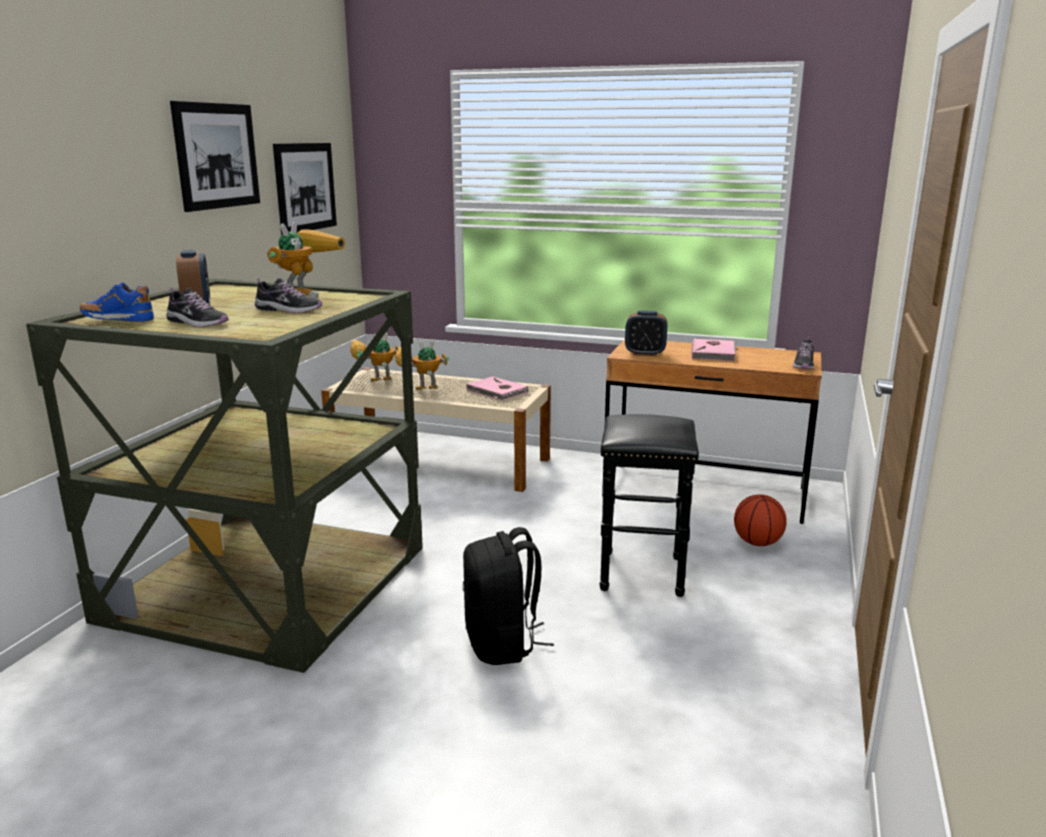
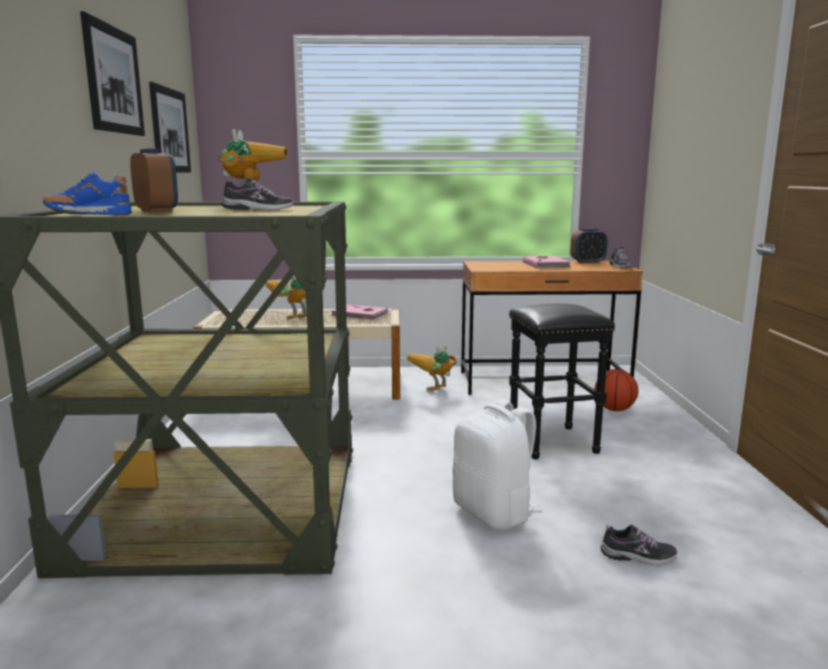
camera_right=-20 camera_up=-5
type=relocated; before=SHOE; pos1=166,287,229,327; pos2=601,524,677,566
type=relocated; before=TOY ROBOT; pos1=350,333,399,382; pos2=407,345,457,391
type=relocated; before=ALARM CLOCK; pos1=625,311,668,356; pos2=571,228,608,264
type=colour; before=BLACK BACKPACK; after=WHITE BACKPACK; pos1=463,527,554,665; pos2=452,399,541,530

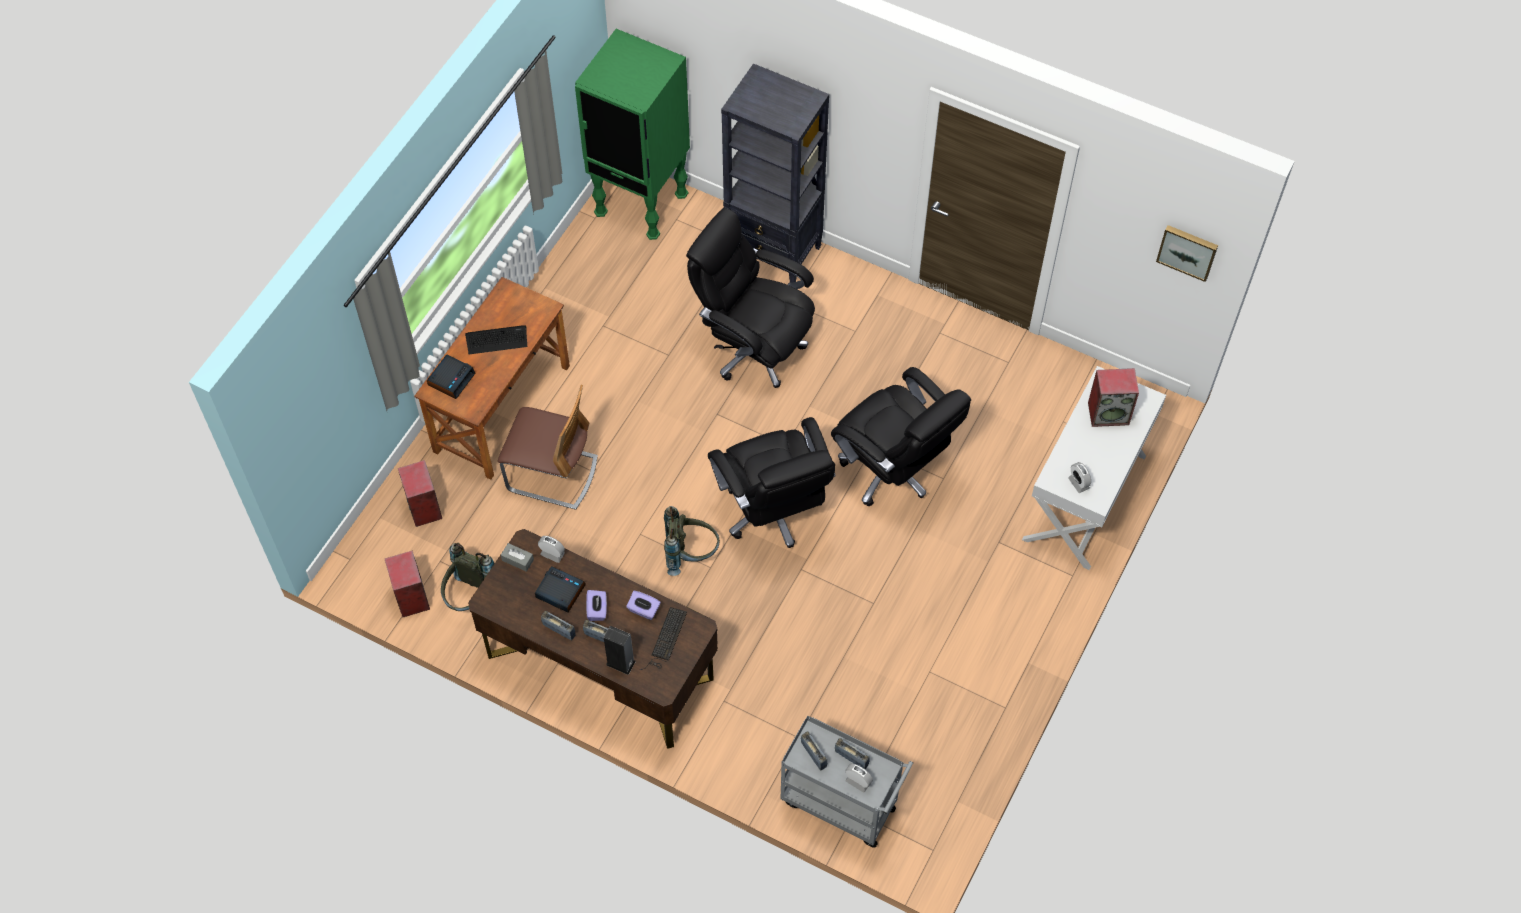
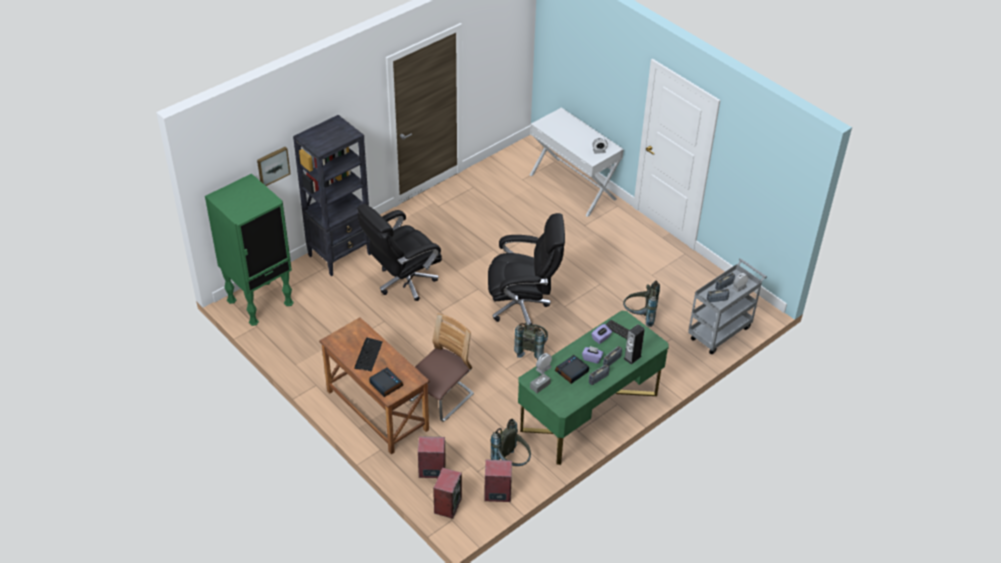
camera_right=-70 camera_up=-15
type=missing; before=BLACK OFFICE CHAIR; pos1=831,367,971,506
type=appeared; after=GREY BACKPACK; pos2=623,280,660,327
type=relocated; before=SPEAKER; pos1=1088,368,1139,427; pos2=433,467,462,519
type=relocated; before=PICTURE; pos1=1156,225,1218,282; pos2=257,147,291,186
type=colour; before=BROWN DESK; after=GREEN DESK; pos1=468,529,718,749; pos2=518,310,669,465

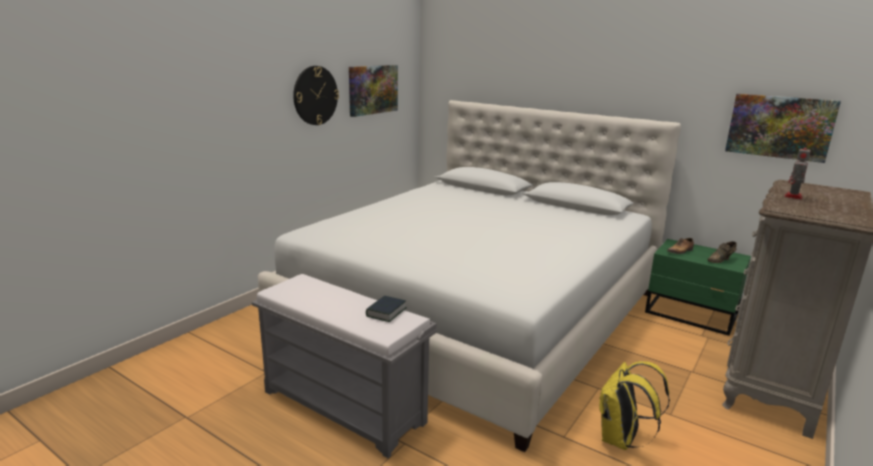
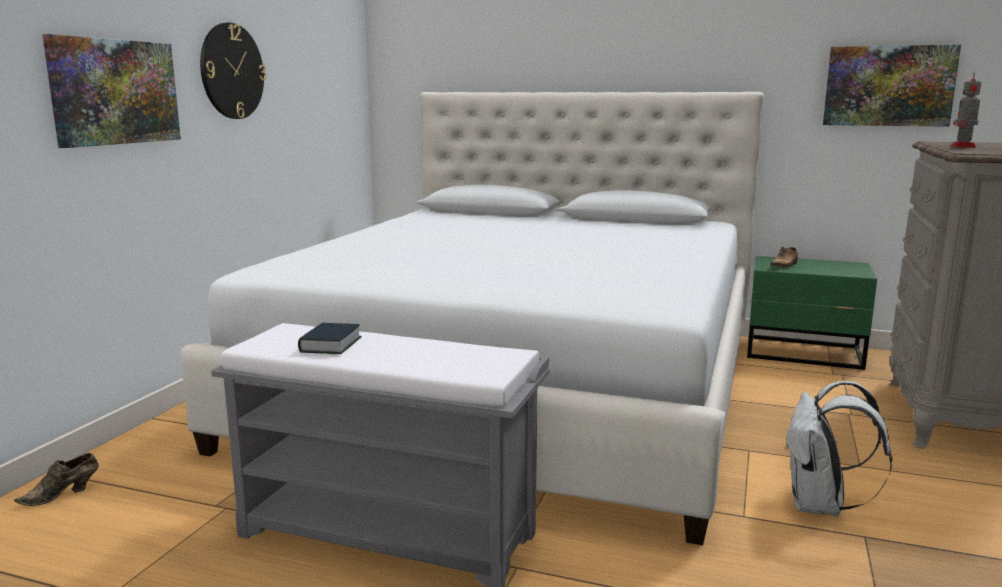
camera_right=-15 camera_up=-5
type=relocated; before=PICTURE; pos1=349,65,398,117; pos2=42,34,181,148
type=relocated; before=BOOK; pos1=366,296,406,322; pos2=298,323,362,354
type=relocated; before=BROWN SHOE; pos1=708,241,737,263; pos2=14,453,99,506
type=colour; before=YELLOW BACKPACK; after=WHITE BACKPACK; pos1=599,361,670,450; pos2=785,381,893,516

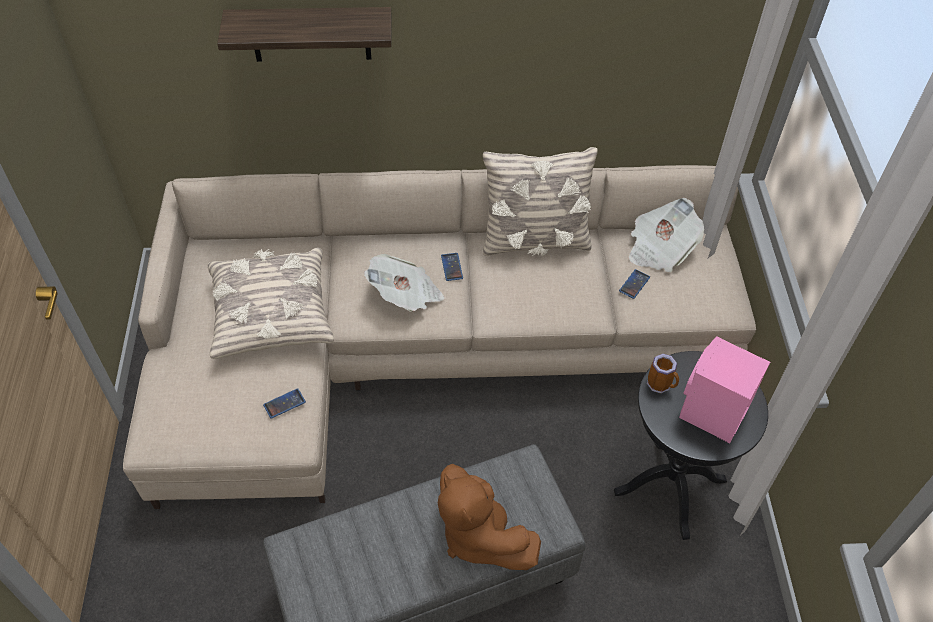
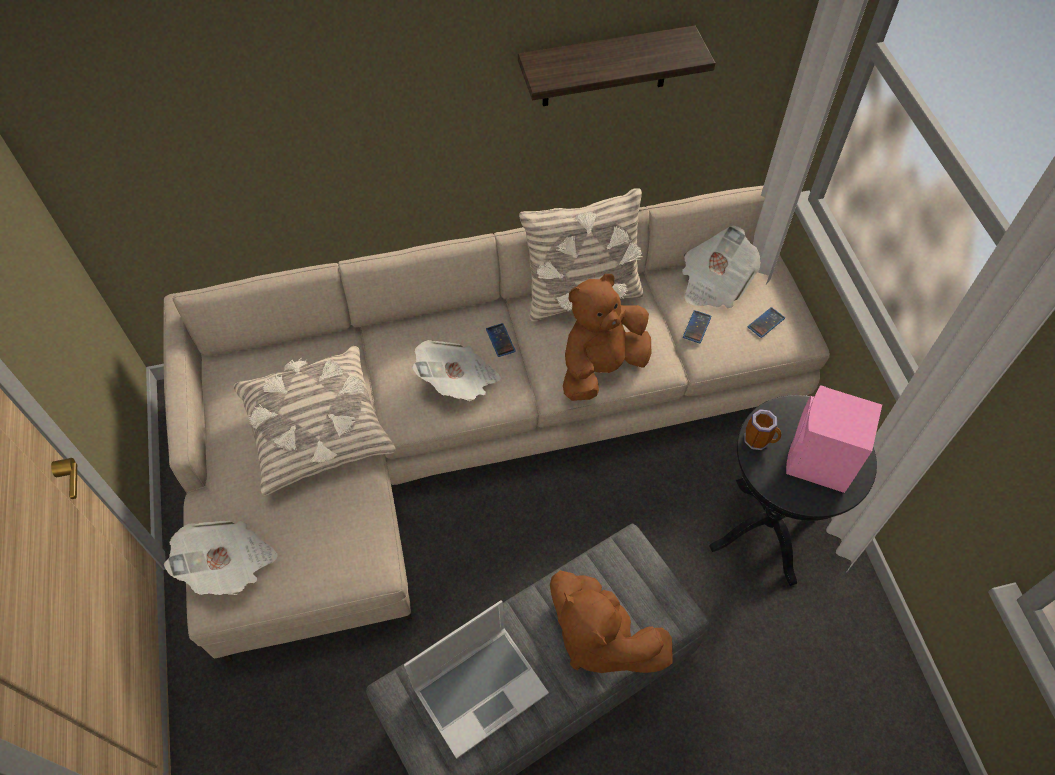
camera_right=-10 camera_up=5
type=appeared; after=NEWSPAPER; pos2=164,521,278,595
type=appeared; after=LAPTOP; pos2=404,600,549,759
type=appeared; after=BROWN PLUSH TOY; pos2=563,274,651,401
type=relocated; before=SHELF; pos1=217,7,391,62; pos2=518,25,715,106
type=relocated; before=PHONE; pos1=263,388,306,419; pos2=748,307,785,338

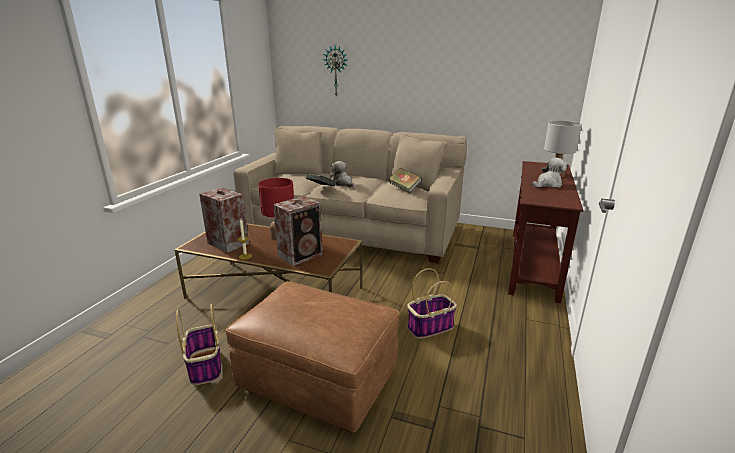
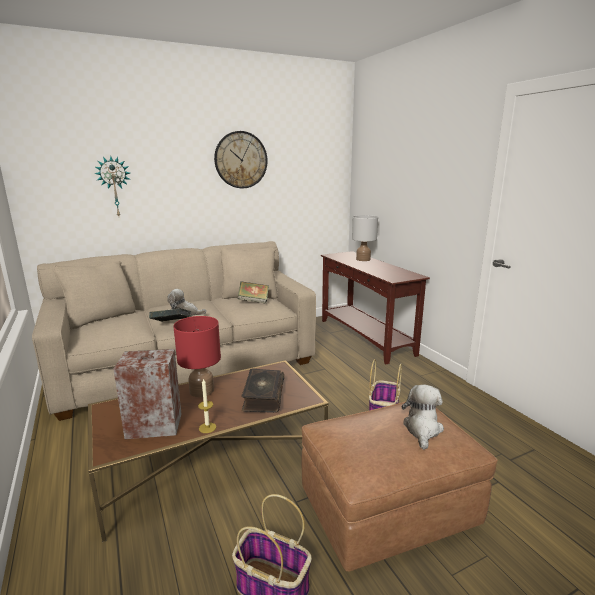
camera_right=-45 camera_up=-5
type=appeared; after=WALL CLOCK; pos2=214,131,268,189
type=relocated; before=PLUSH TOY; pos1=533,158,567,188; pos2=402,384,444,450
type=exchanged; before=SPEAKER; after=BOOK; pos1=273,196,323,266; pos2=241,368,284,413

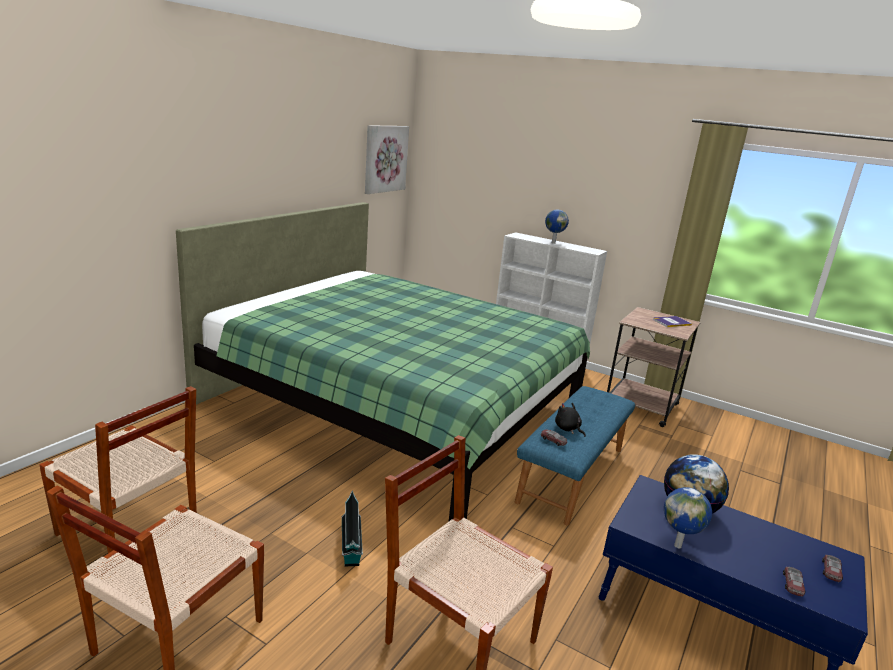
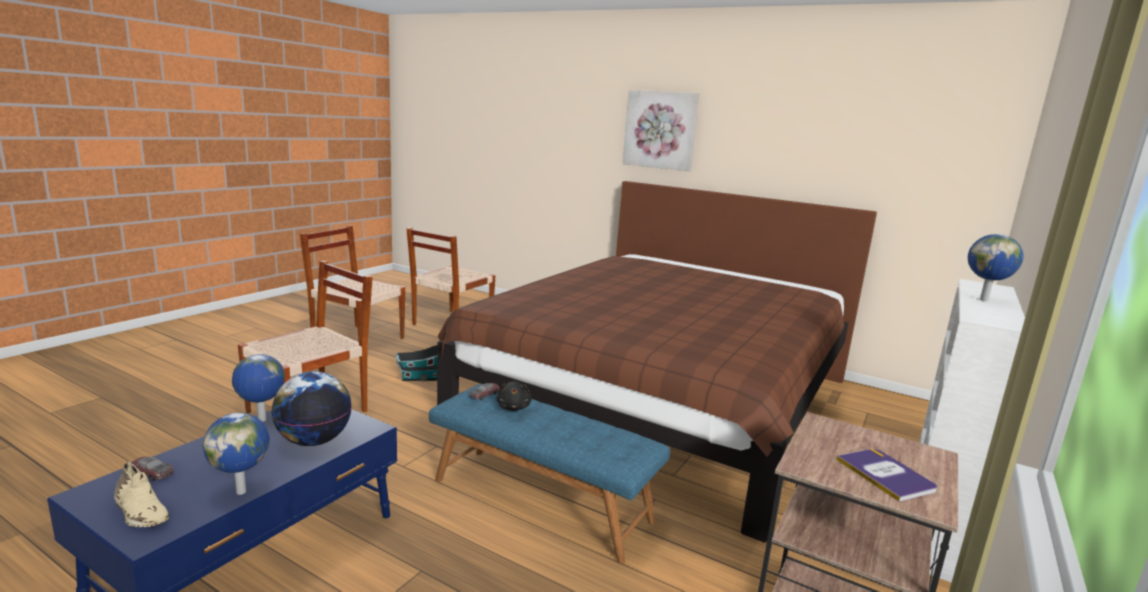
camera_right=90 camera_up=-5
type=appeared; after=GLOBE; pos2=203,412,269,495
type=relocated; before=PICTURE; pos1=365,125,409,194; pos2=622,90,700,171
type=exchanged; before=TOY CAR; after=BEIGE SHOE; pos1=822,555,843,582; pos2=114,462,169,527
type=colour; before=GREEN BED; after=BROWN BED; pos1=176,202,590,521; pos2=437,181,877,543
type=spun; before=BLACK PLUSH TOY; pos1=555,403,586,437; pos2=496,382,532,411; turn=120

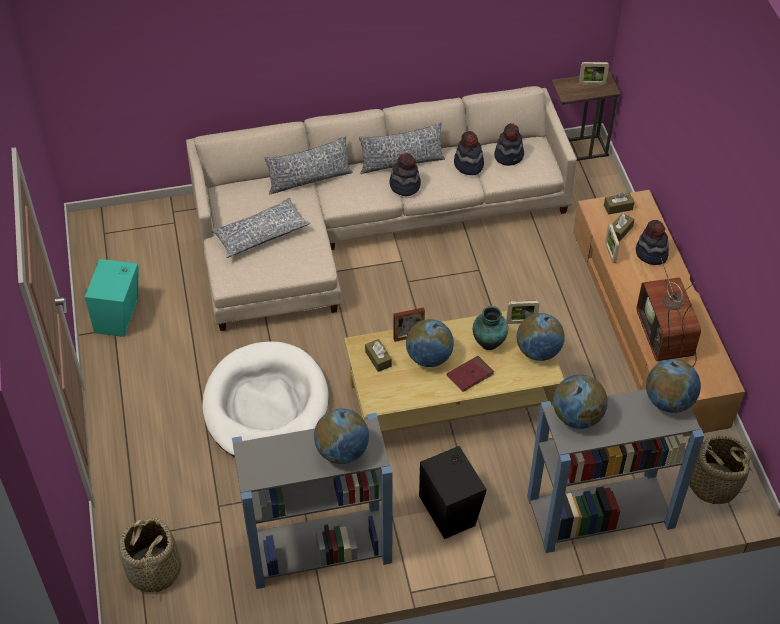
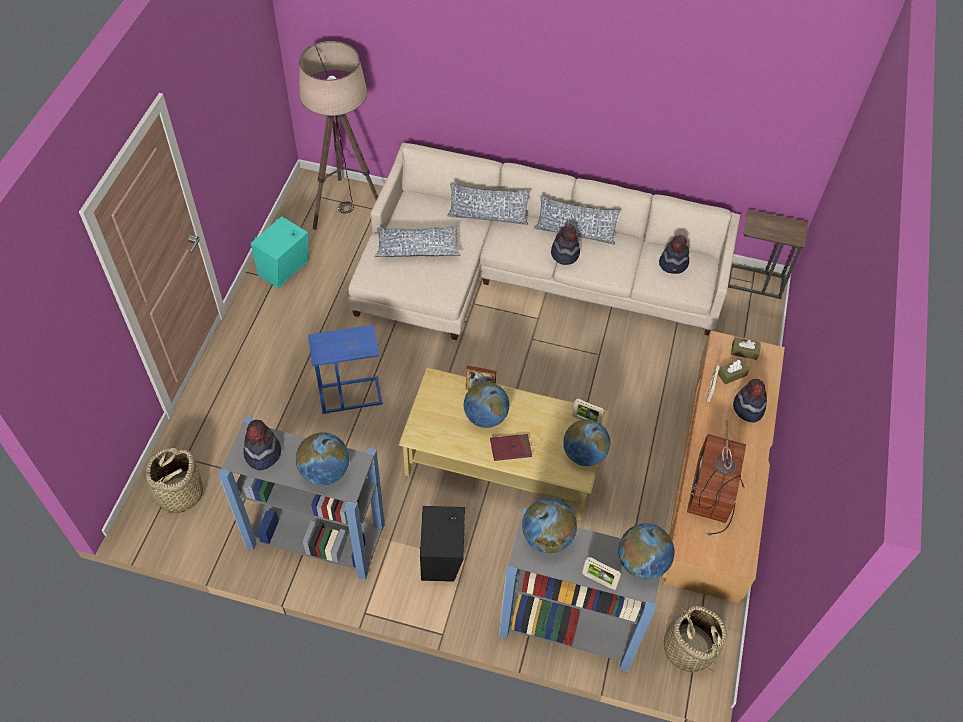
camera_right=25 camera_up=5
type=missing; before=BROWN TISSUE BOX; pos1=365,339,392,372
type=missing; before=VASE; pos1=473,306,508,350
type=appeared; after=FLOOR LAMP; pos2=299,41,378,230
type=relocated; before=HAT; pos1=454,131,484,175; pos2=243,420,281,470
type=relocated; before=PICTURE FRAME; pos1=579,62,609,85; pos2=582,557,621,590
type=exchanged; before=WHITE DOG BED; after=BLUE SIDE TABLE; pos1=202,341,329,457; pos2=308,325,383,414

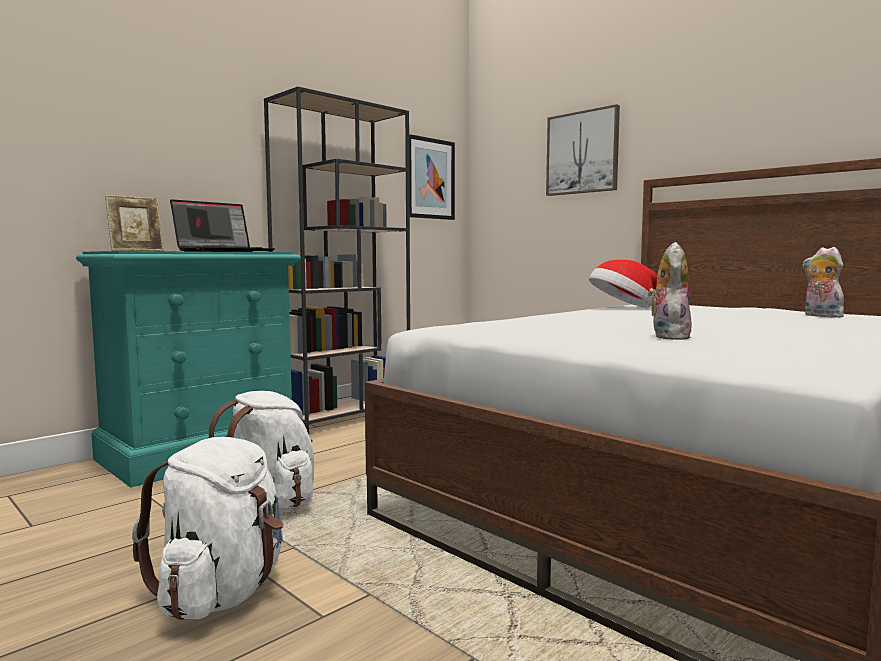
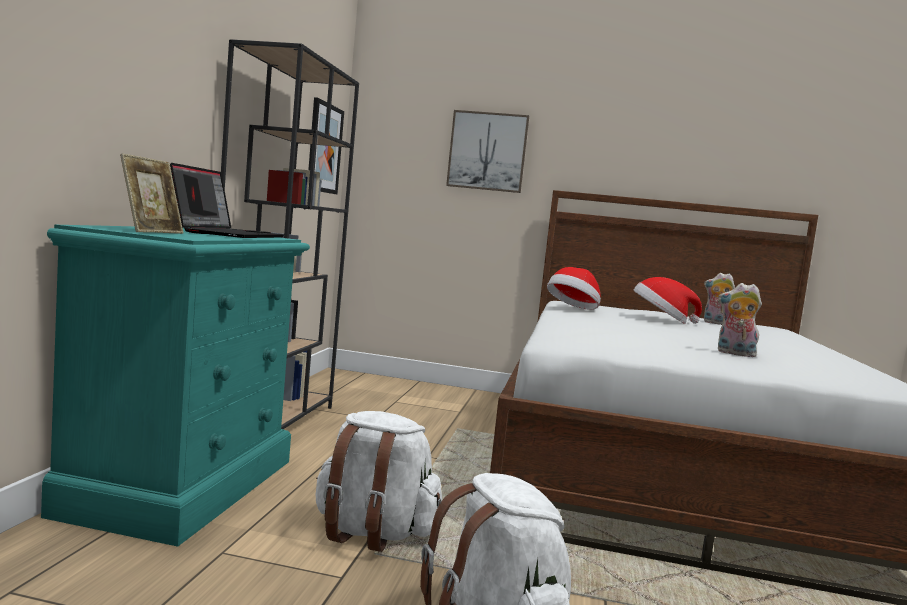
camera_right=-35 camera_up=0
type=appeared; after=HAT; pos2=634,277,702,324
type=spun; before=PLUSH TOY; pos1=648,242,692,340; pos2=718,283,762,357; turn=-45

